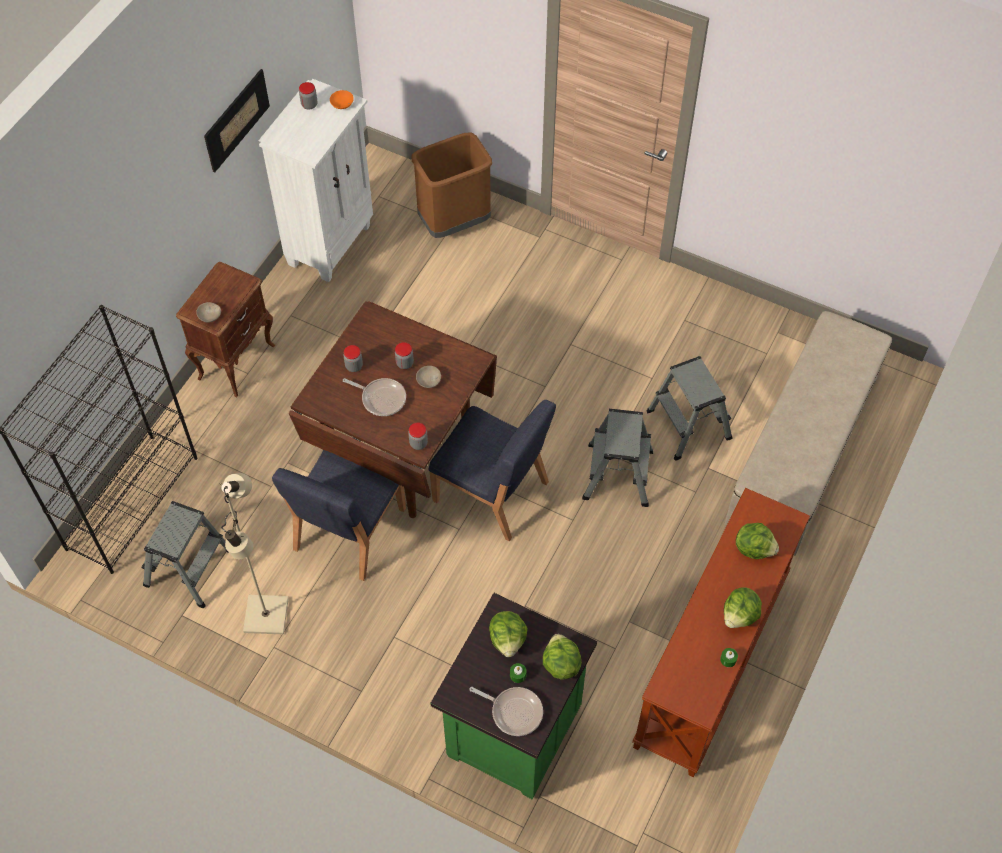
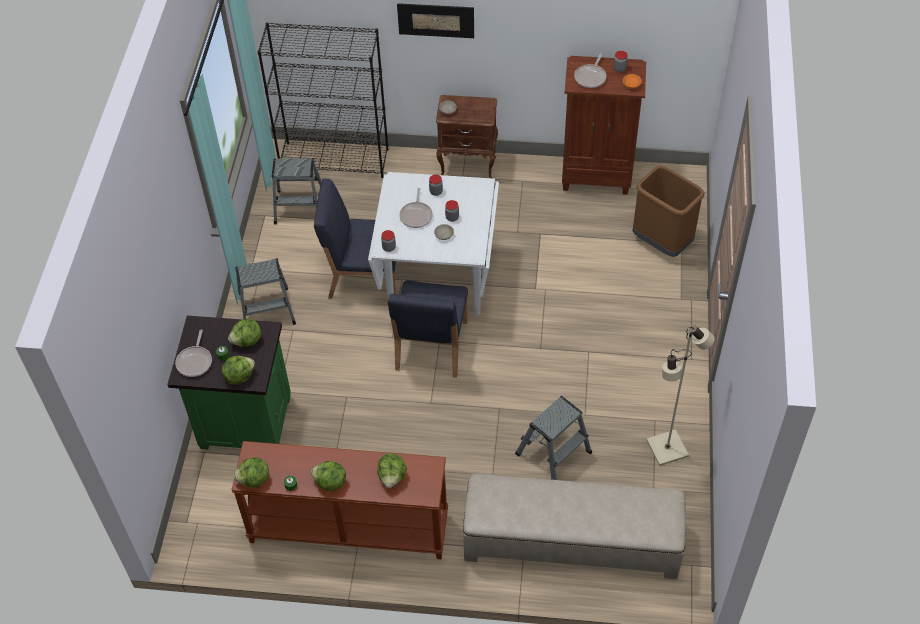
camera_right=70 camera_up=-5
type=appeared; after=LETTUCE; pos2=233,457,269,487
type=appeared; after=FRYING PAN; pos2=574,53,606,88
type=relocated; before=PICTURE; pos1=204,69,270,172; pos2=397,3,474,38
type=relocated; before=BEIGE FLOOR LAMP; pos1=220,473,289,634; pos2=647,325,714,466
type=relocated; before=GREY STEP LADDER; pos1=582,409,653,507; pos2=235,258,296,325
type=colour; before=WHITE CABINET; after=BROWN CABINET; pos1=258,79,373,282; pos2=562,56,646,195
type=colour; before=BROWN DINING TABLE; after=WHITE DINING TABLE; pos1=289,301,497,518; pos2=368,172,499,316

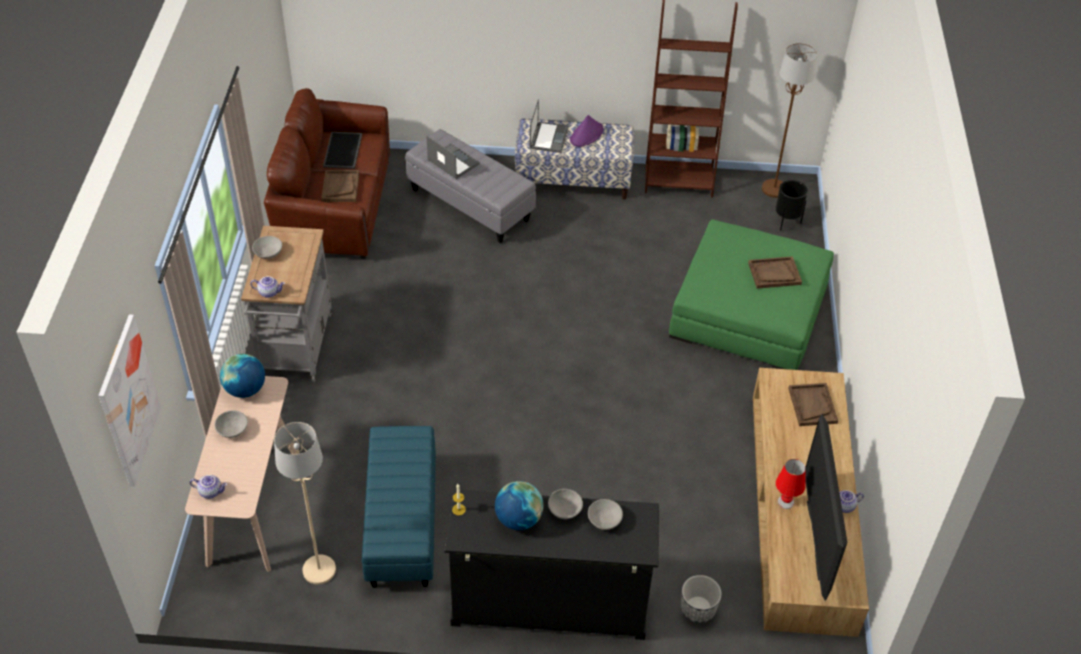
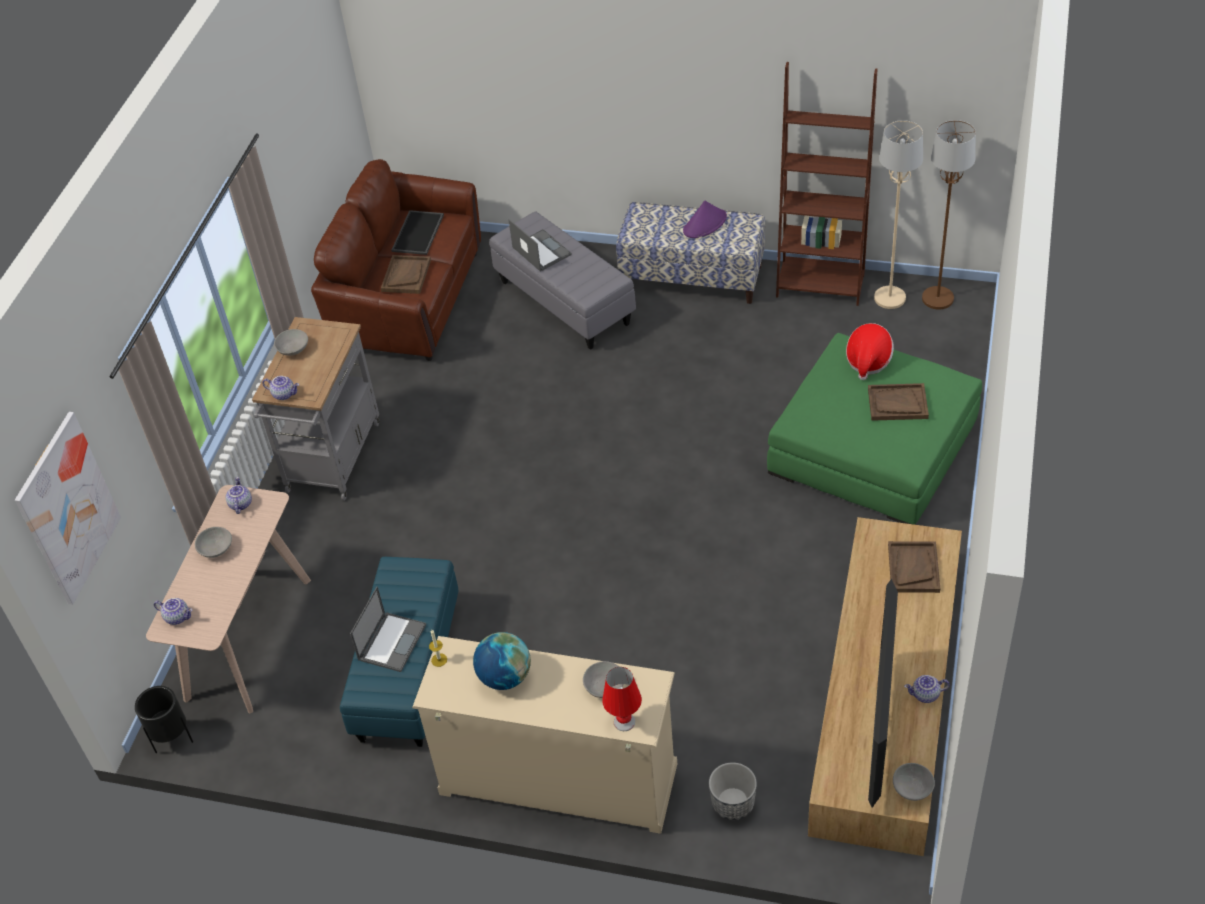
camera_right=15 camera_up=0
type=appeared; after=HAT; pos2=846,323,894,380
type=relocated; before=BEIGE FLOOR LAMP; pos1=274,422,336,585; pos2=874,120,923,309
type=relocated; before=LAPTOP; pos1=530,99,569,153; pos2=350,587,426,672
type=relocated; before=GREY BOWL; pos1=548,489,583,519; pos2=893,763,935,801
type=relocated; before=BLACK PLANTER; pos1=776,180,808,231; pos2=135,686,193,753
type=relocated; before=RED TABLE LAMP; pos1=776,459,805,509; pos2=602,667,642,731
type=exchanged; before=GLOBE; after=TEAPOT; pos1=220,354,265,398; pos2=226,477,252,514
type=colour; before=BLACK CABINET; after=BEIGE CABINET; pos1=444,489,659,640; pos2=412,636,677,834

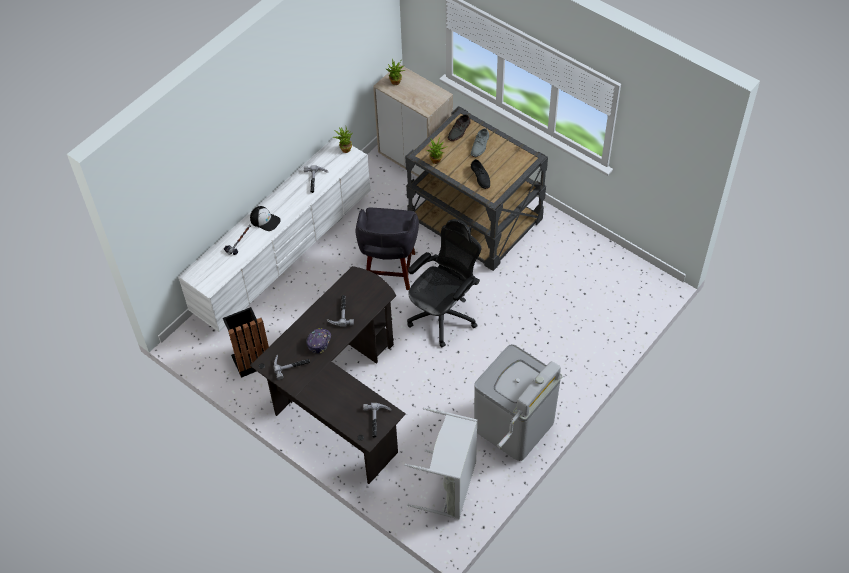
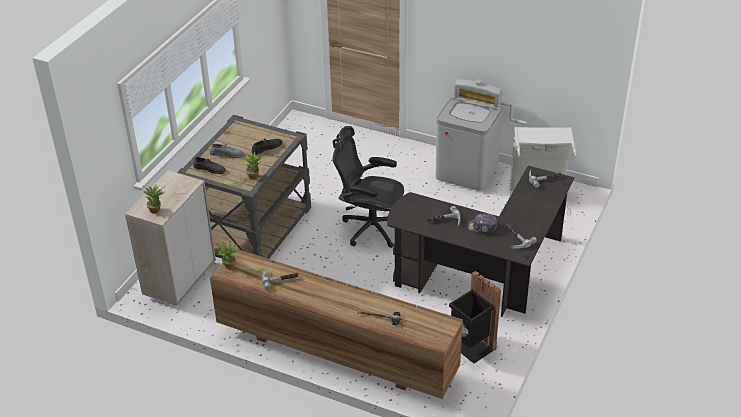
camera_right=-105 camera_up=-15
type=missing; before=CAP; pos1=250,206,281,231
type=missing; before=GREY STOOL; pos1=356,208,419,290
type=colour; before=WHITE CABINET; after=BROWN CABINET; pos1=178,136,371,333; pos2=210,248,463,399

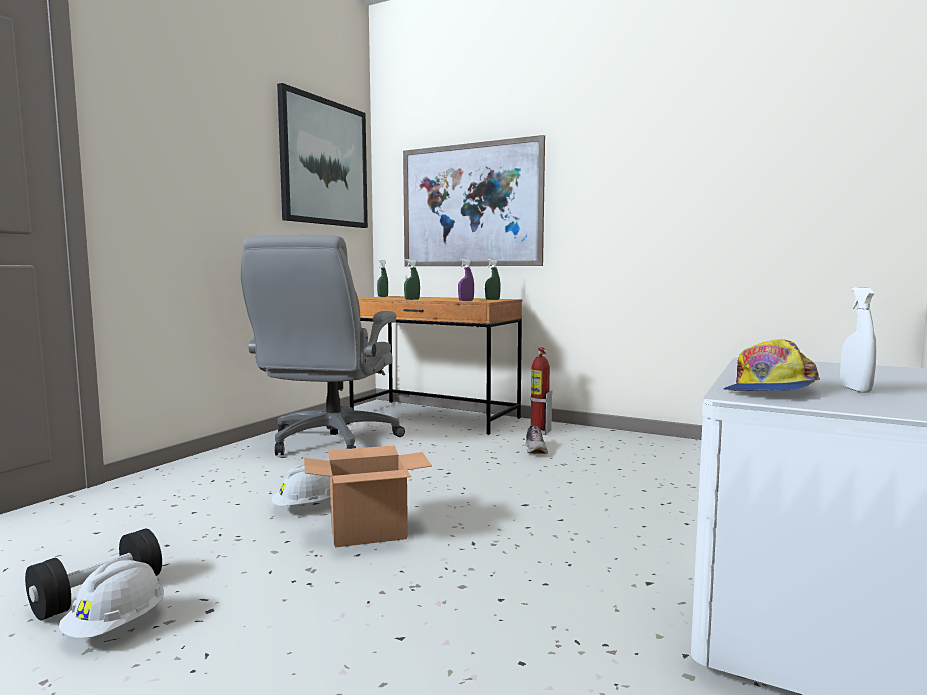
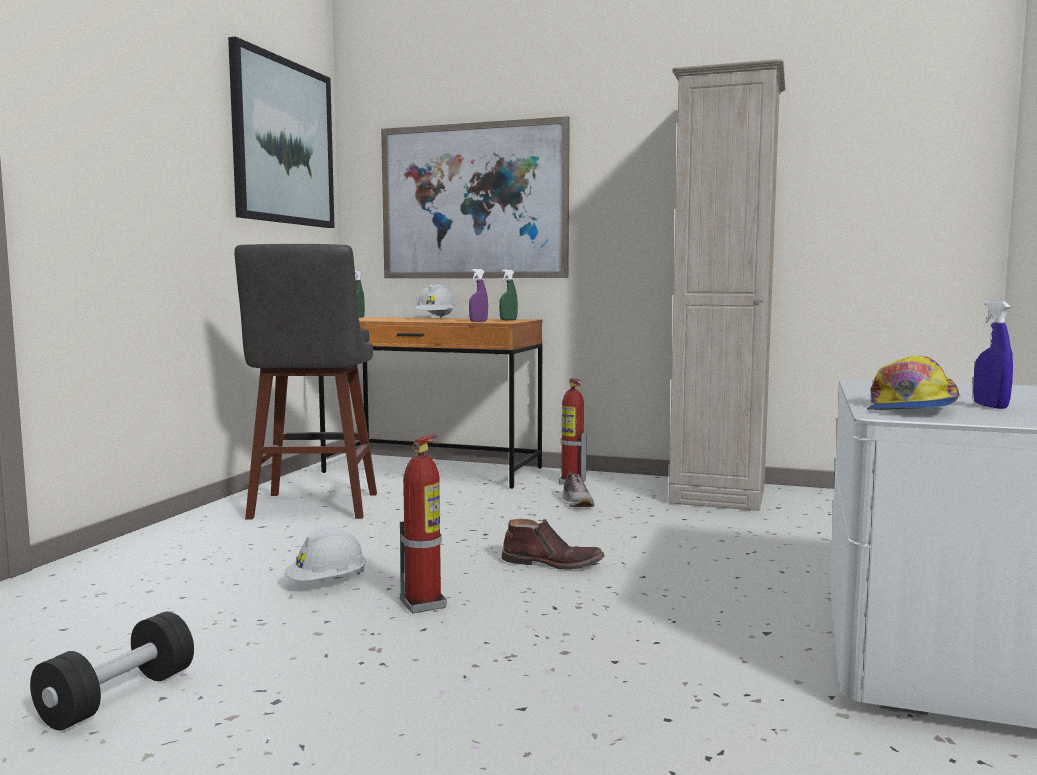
camera_right=-10 camera_up=0
type=missing; before=GREEN SPRAY BOTTLE; pos1=404,259,420,300
type=appeared; after=BROWN BOOT; pos2=501,519,605,570
type=appeared; after=BEIGE CABINET; pos2=668,59,786,511
type=relocated; before=WHITE HARD HAT; pos1=59,558,164,638; pos2=415,284,456,318
type=exchanged; before=GREY OFFICE CHAIR; after=GREY STOOL; pos1=240,235,405,456; pos2=234,244,377,519
type=exchanged; before=CARDBOARD BOX; after=FIRE EXTINGUISHER; pos1=304,445,432,548; pos2=400,435,447,614
type=colour; before=WHITE SPRAY BOTTLE; after=BLUE SPRAY BOTTLE; pos1=840,287,877,393; pos2=973,301,1013,409

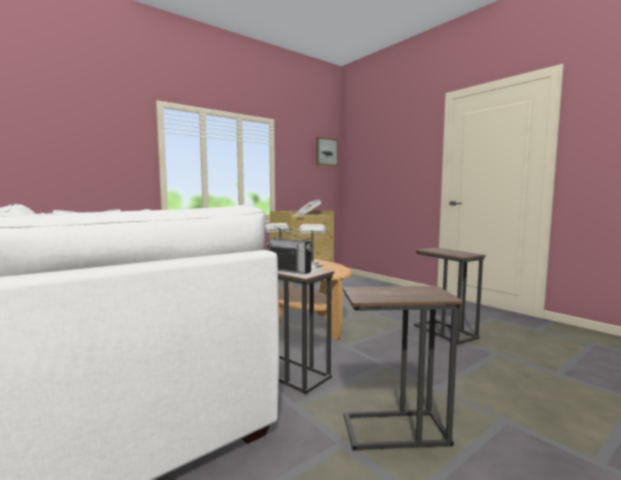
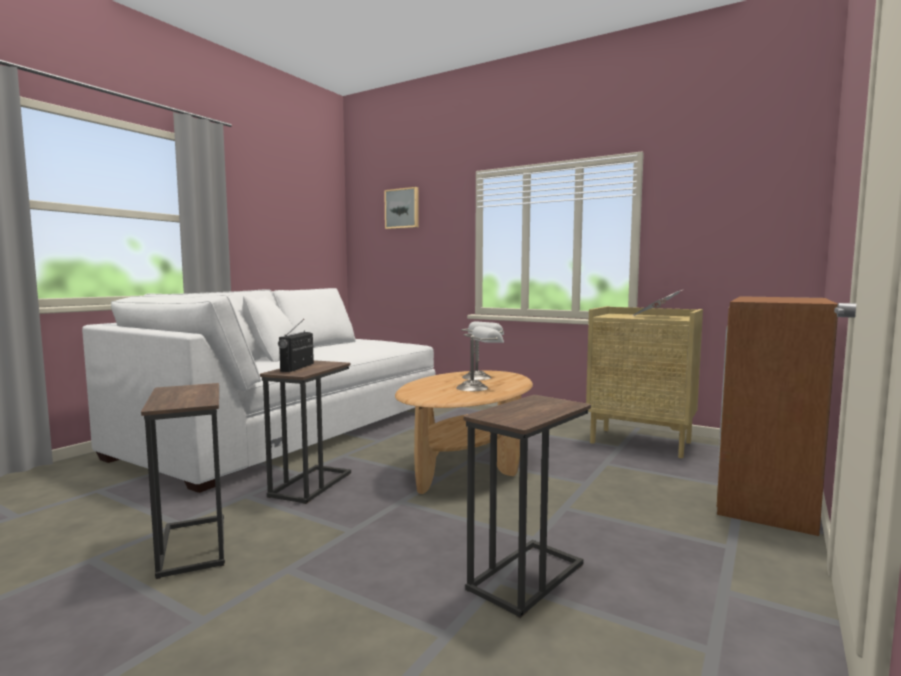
camera_right=70 camera_up=0
type=appeared; after=BROWN CABINET; pos2=717,296,838,536
type=relocated; before=PICTURE; pos1=316,137,338,166; pos2=384,187,419,229

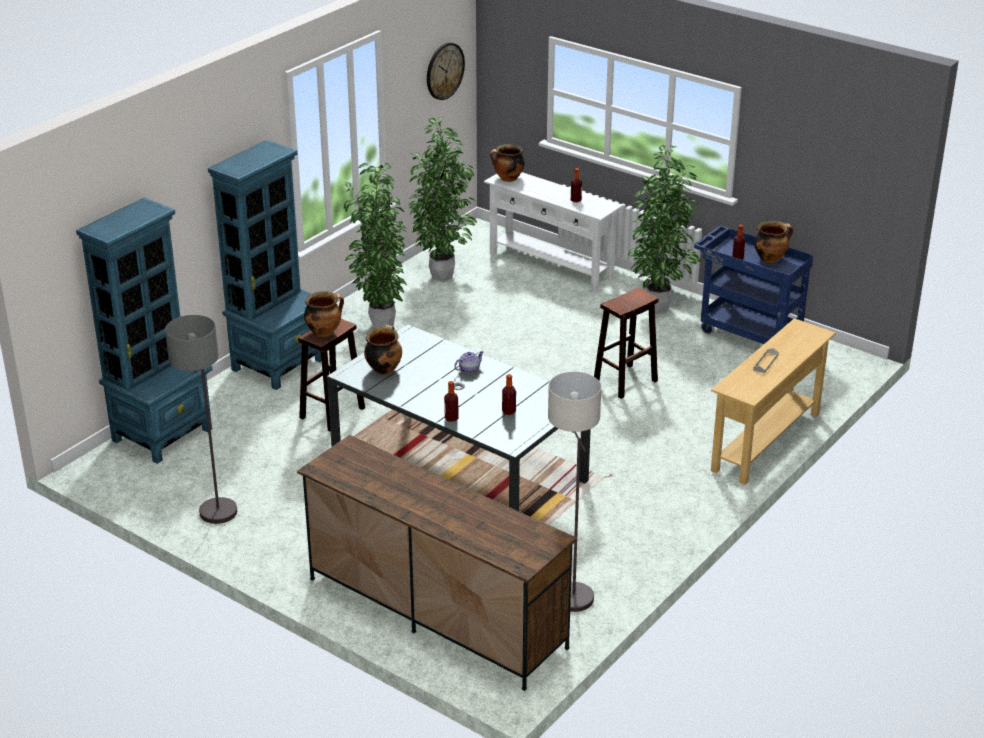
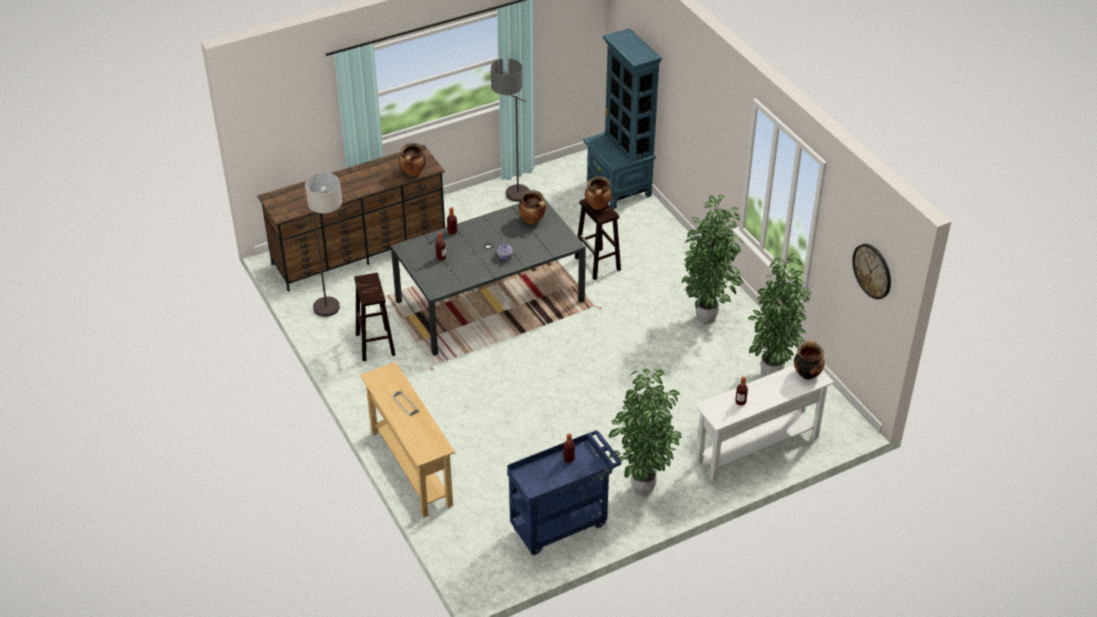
camera_right=115 camera_up=10
type=missing; before=BLUE CABINET; pos1=208,140,322,390
type=relocated; before=BROWN STOOL; pos1=594,287,659,399; pos2=354,273,395,361
type=relocated; before=COOKING POT; pos1=754,221,793,263; pos2=399,143,426,176

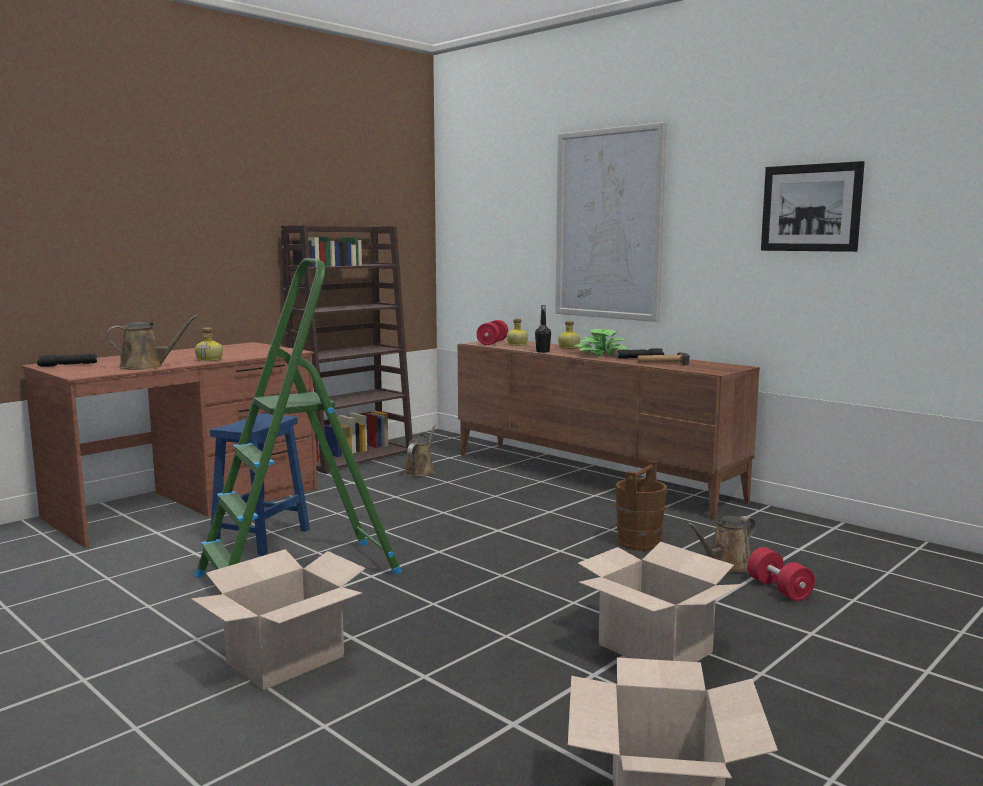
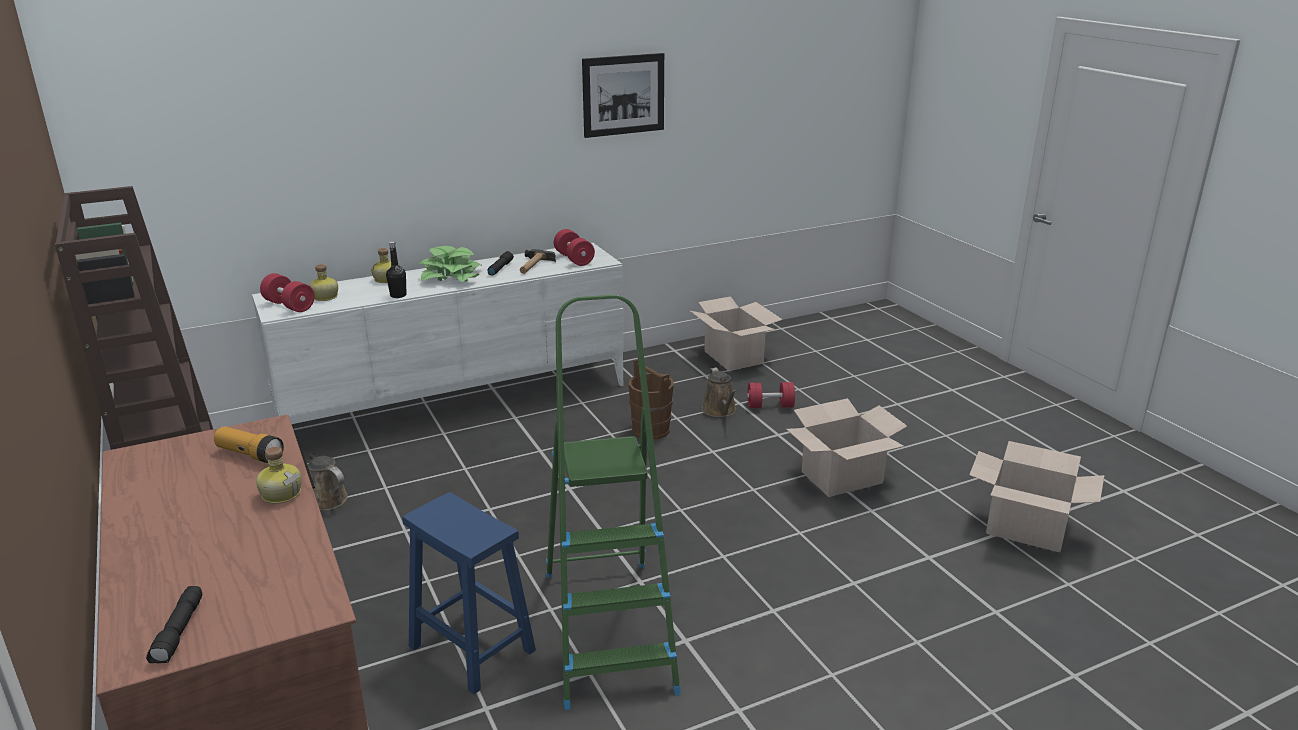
camera_right=-70 camera_up=15
type=missing; before=BROWN WATERING CAN; pos1=106,315,198,370
type=missing; before=PICTURE; pos1=555,122,667,322
type=appeared; after=FLASHLIGHT; pos2=214,426,284,463
type=appeared; after=RED DUMBBELL; pos2=554,229,595,266
type=relocated; before=CARDBOARD BOX; pos1=191,549,366,690; pos2=690,296,783,371
type=colour; before=BROWN CABINET; after=WHITE CABINET; pos1=458,339,760,520; pos2=252,243,624,424

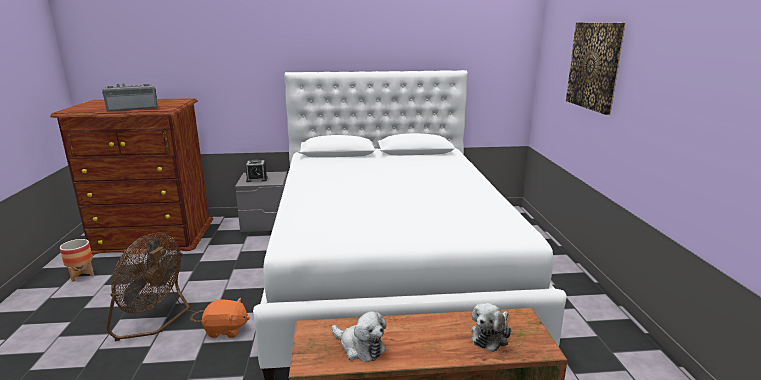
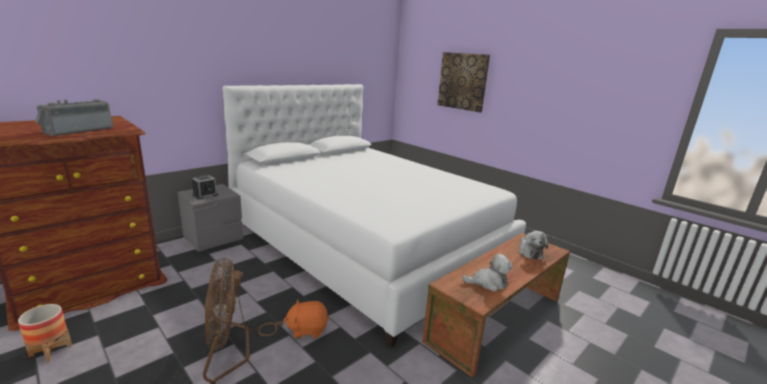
camera_right=-40 camera_up=0
type=spun; before=ORANGE PLUSH TOY; pos1=202,298,250,338; pos2=284,300,329,338; turn=-150

